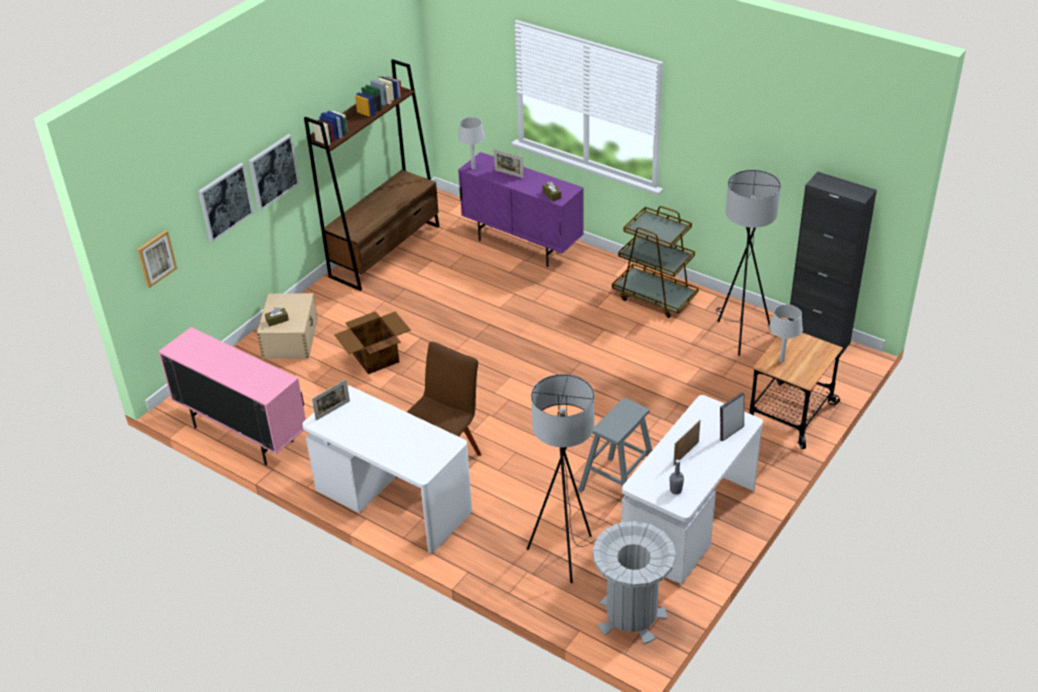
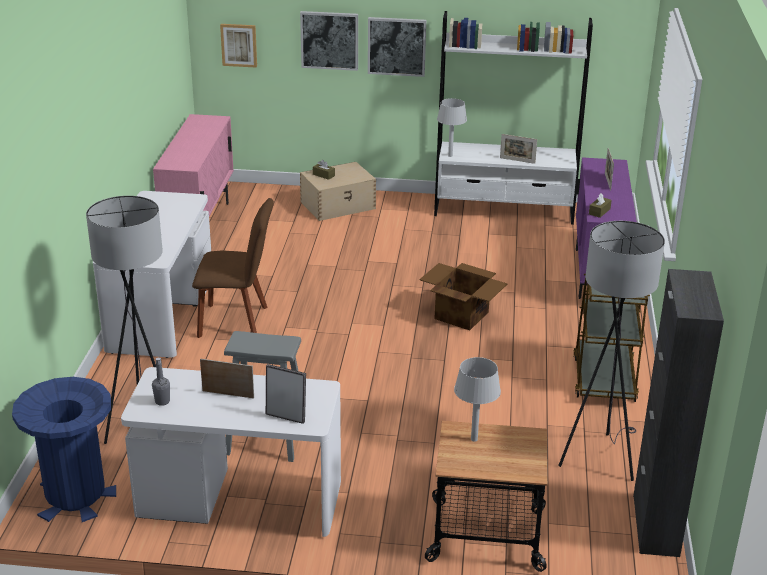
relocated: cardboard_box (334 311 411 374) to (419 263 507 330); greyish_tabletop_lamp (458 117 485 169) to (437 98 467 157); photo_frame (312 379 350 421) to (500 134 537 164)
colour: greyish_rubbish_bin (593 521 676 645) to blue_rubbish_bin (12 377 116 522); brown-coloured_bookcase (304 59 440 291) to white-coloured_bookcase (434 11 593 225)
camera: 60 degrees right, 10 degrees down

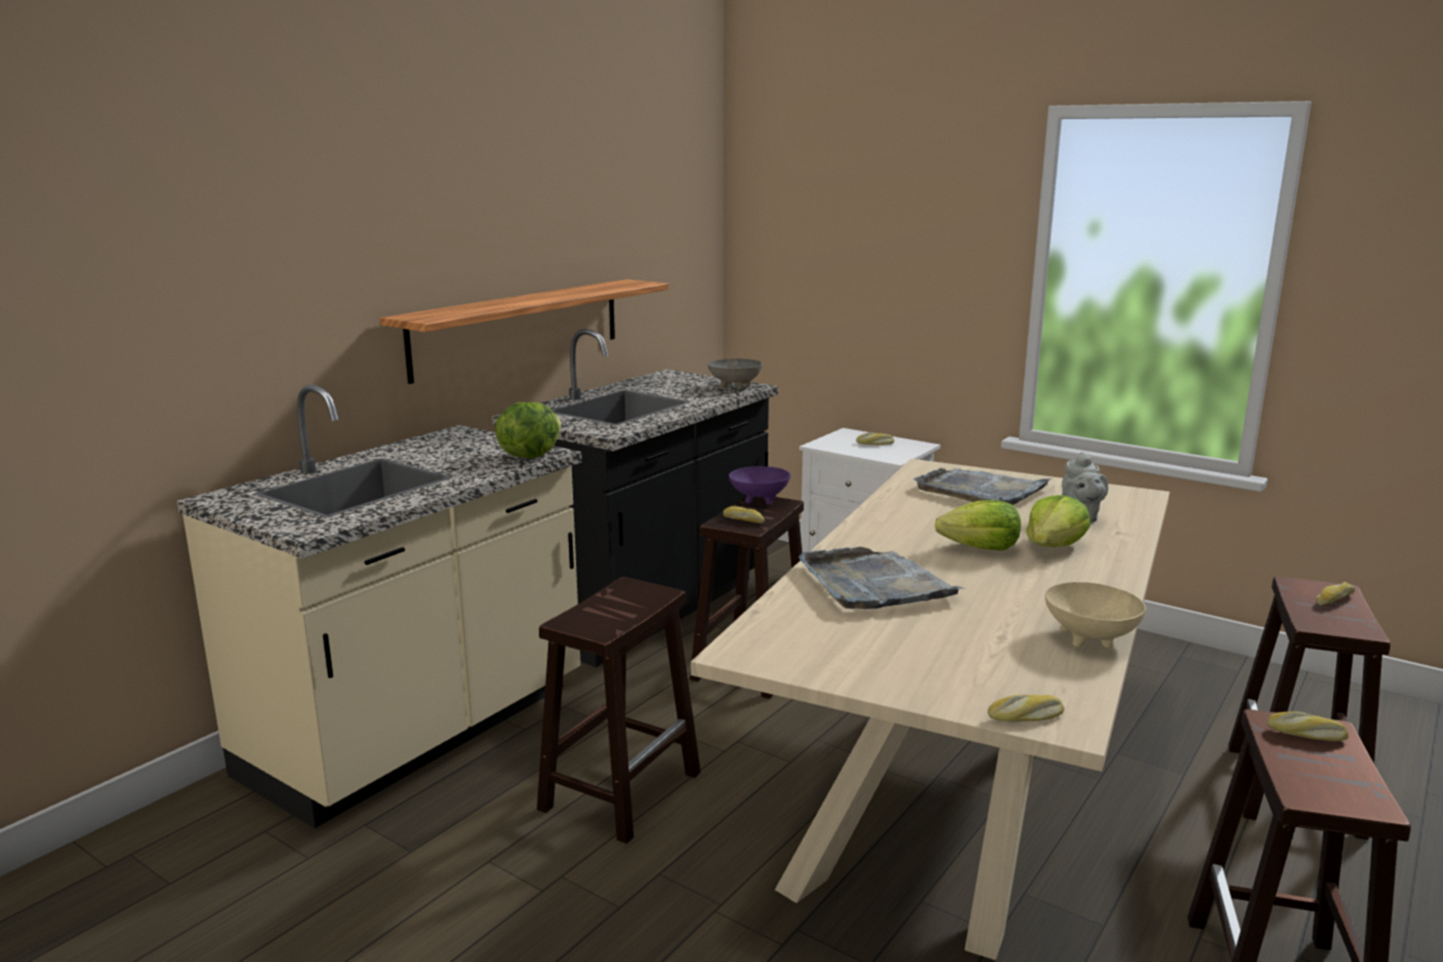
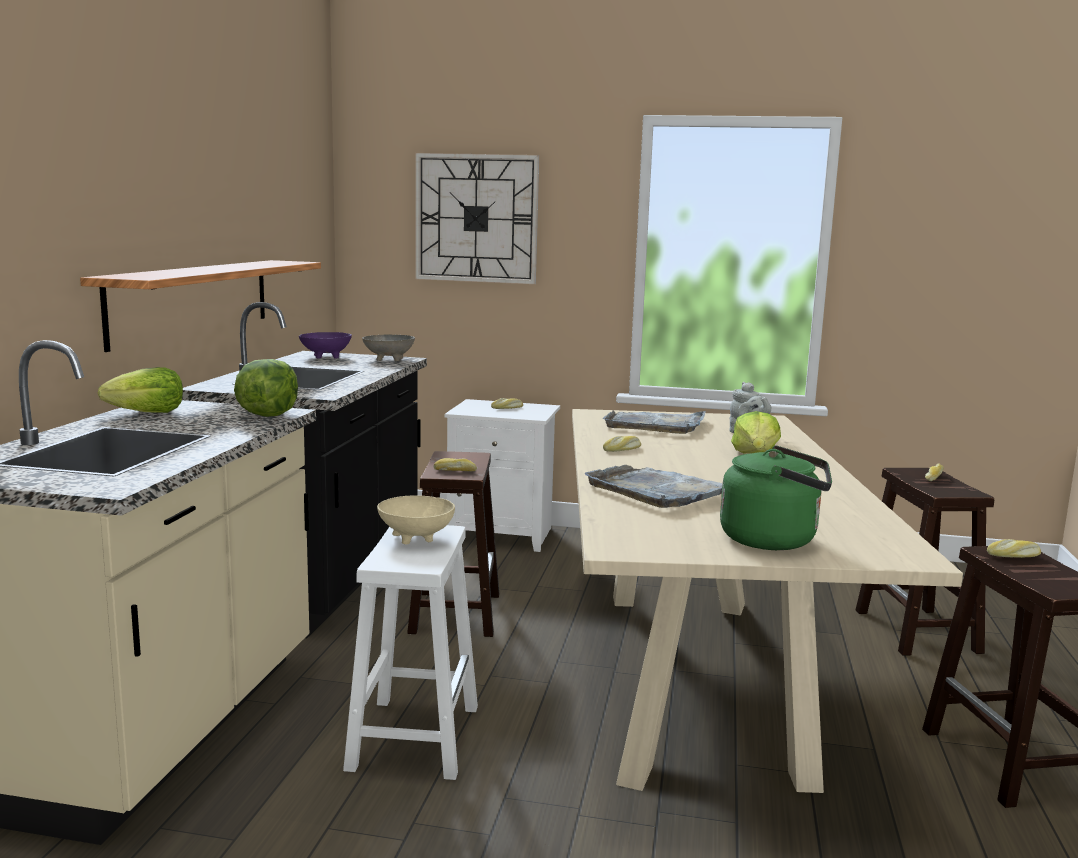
appeared: hanging_clock (416 153 539 284); green_water_kettle (720 445 832 550)
relocated: head_of_lettuce (935 500 1021 551) to (98 367 183 413); purple_deep_dish (729 466 791 505) to (299 332 352 359); beige-coloured_deep_dish (1045 582 1146 648) to (377 495 455 544); bread (988 694 1064 722) to (603 436 641 452)
colour: brown-coloured_stool (537 577 701 844) to white-coloured_stool (343 525 478 780)
camera: 25 degrees left, 5 degrees down

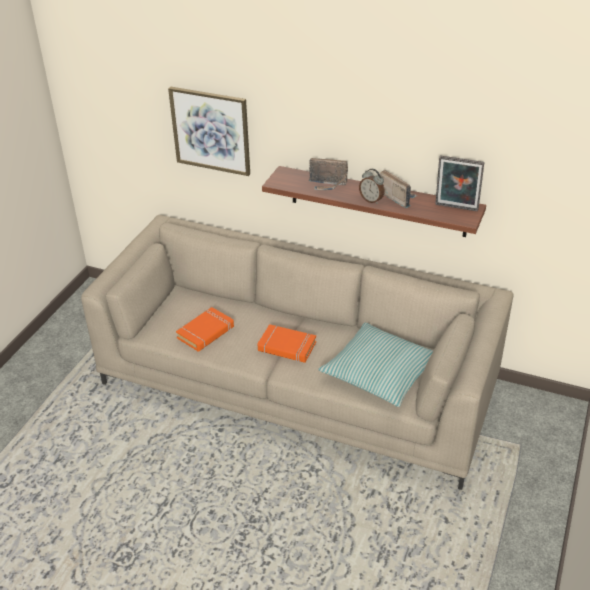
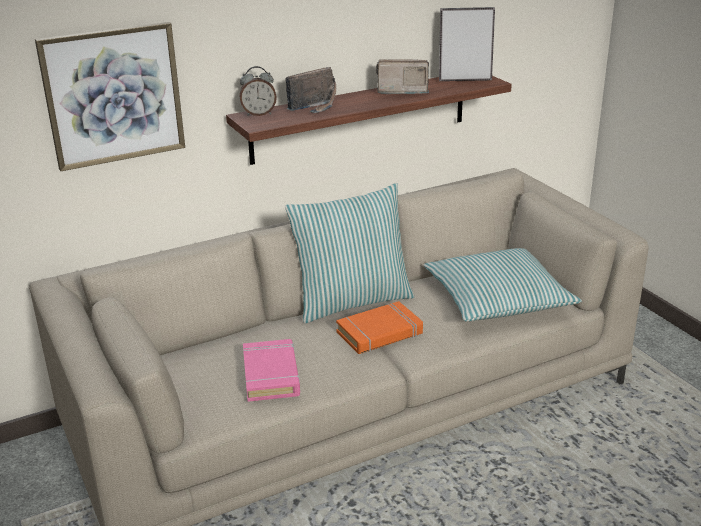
appeared: cushion (285 183 414 324)
relocated: bedside_clock (359 169 385 204) to (240 66 277 116)
colour: orangey_bound_book (176 307 234 352) to pinkish_bound_book (243 339 300 402)
spun: photo_frame (435 156 484 211) = (439 7 495 81) 150 degrees counterclockwise
camera: 50 degrees left, 10 degrees down

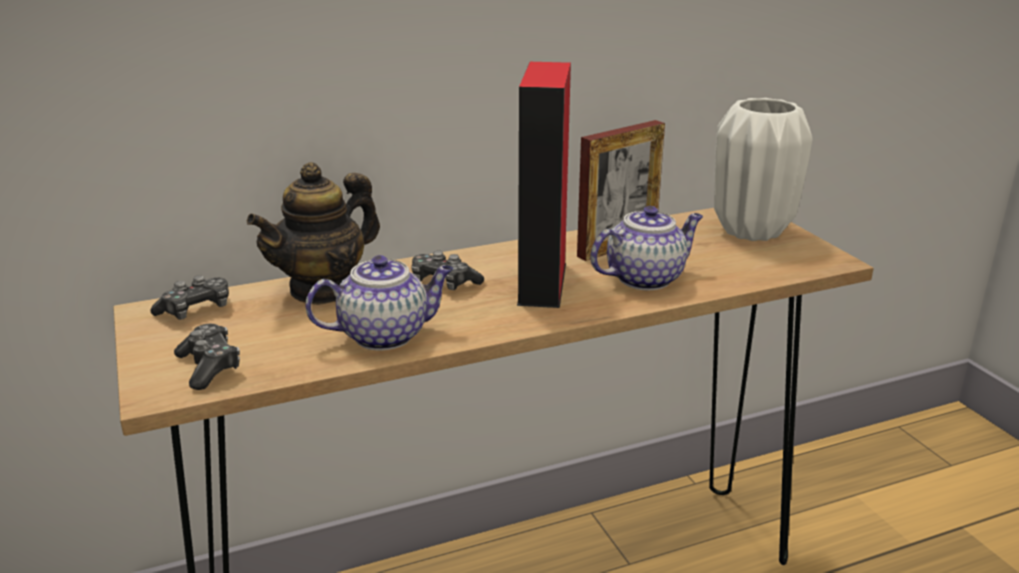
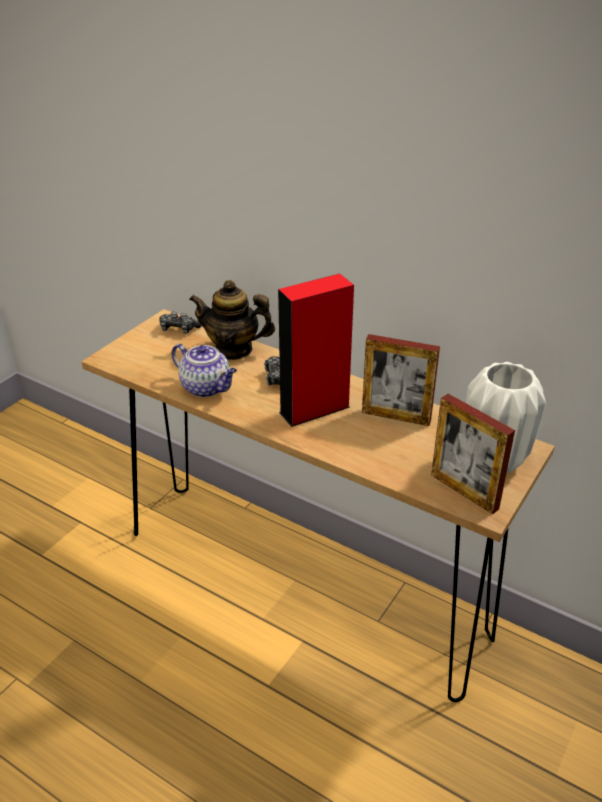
missing: game_controller (174 324 240 390); teapot (590 206 703 290)
appeared: photo_frame (431 394 515 514)
camera: 55 degrees right, 10 degrees up

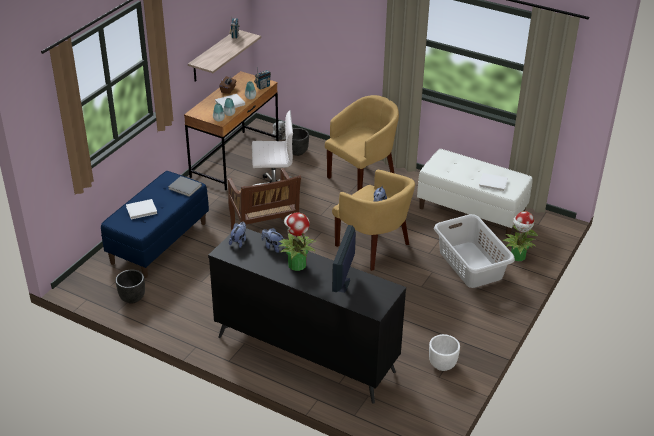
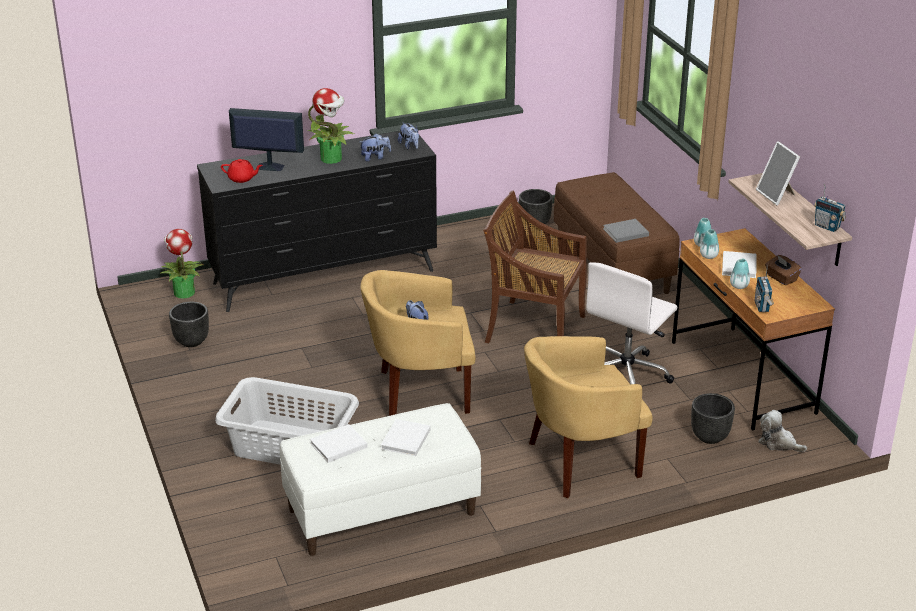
appeared: red-coloured_teapot (221 159 262 183); photo_frame (756 141 800 205)
relocated: potted_plant (503 211 539 261) to (160 229 204 299); white-coloured_bound_book (126 199 157 219) to (381 419 431 456)
colour: white-coloured_plant_pot (429 334 460 371) to black-coloured_plant_pot (169 302 209 347); blue_long_seat (101 171 209 278) to brown-coloured_long_seat (554 172 680 294)
spun: computer_display (332 225 356 293) = (229 108 304 171) 45 degrees counterclockwise; yellow-coloured_armchair (325 95 399 191) = (524 336 653 498) 75 degrees clockwise
camera: 130 degrees right, 5 degrees down

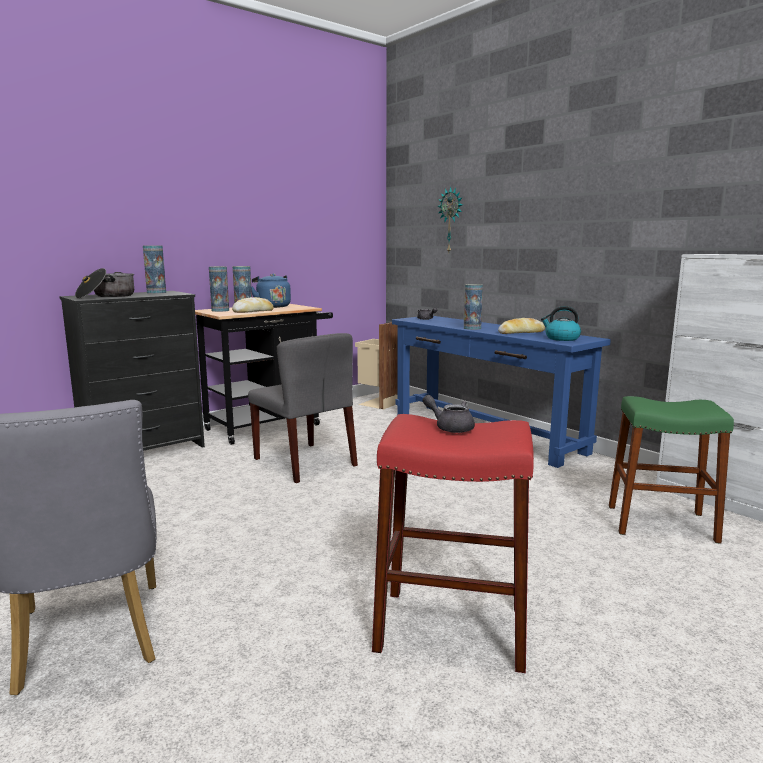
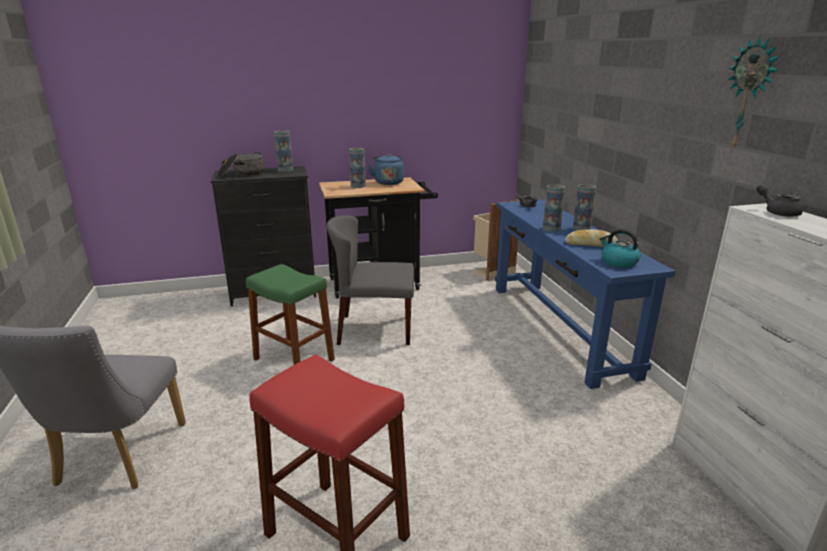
missing: bread (232 297 274 313)
relocated: green_stool (609 396 734 544) to (246 264 335 365); vase (209 266 229 312) to (573 184 597 231); hanging_clock (437 187 463 252) to (728 35 779 150); greyish_teapot (423 395 475 433) to (756 185 803 217)
spun: greyish_chair (248 333 358 483) = (327 215 414 345) 105 degrees clockwise
camera: 25 degrees right, 10 degrees up

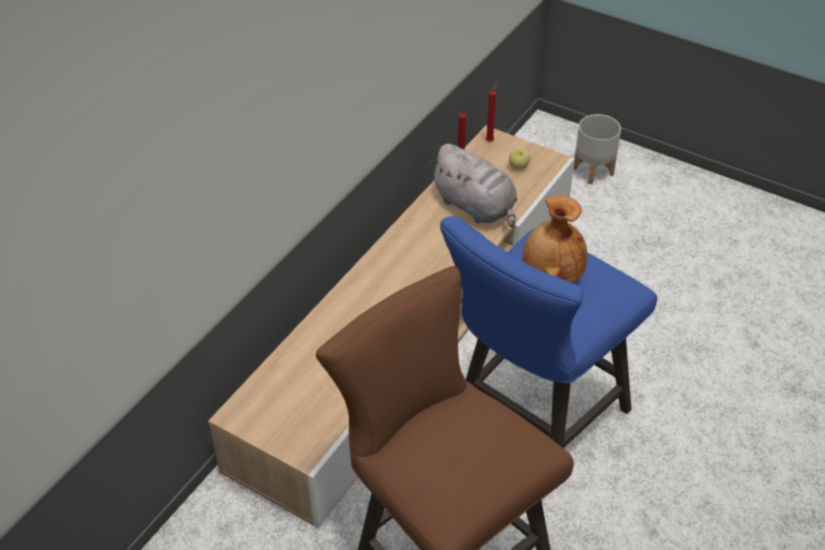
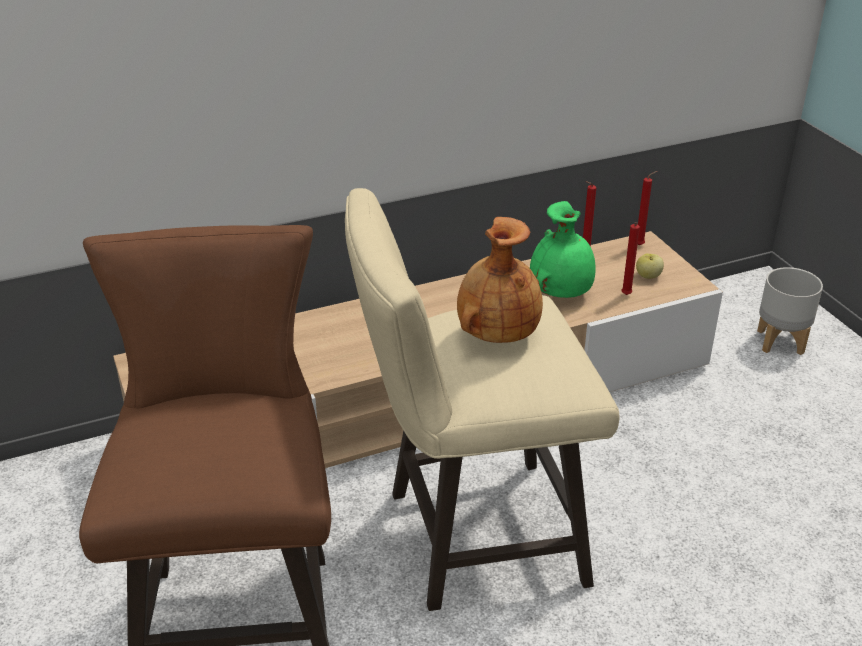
appeared: red-coloured_candle (621 222 640 295)
exchanged: greyish_soft_toy (429 144 517 228) to green_vase (530 201 596 298)
colour: blue_stool (440 216 657 448) to beige-coloured_stool (345 188 620 611)
camera: 35 degrees right, 10 degrees down

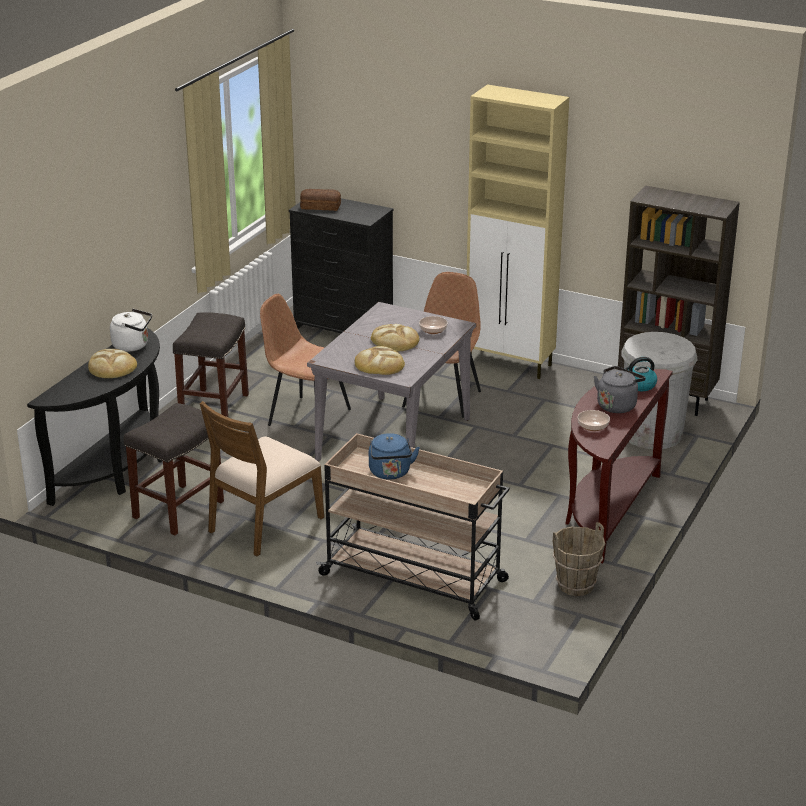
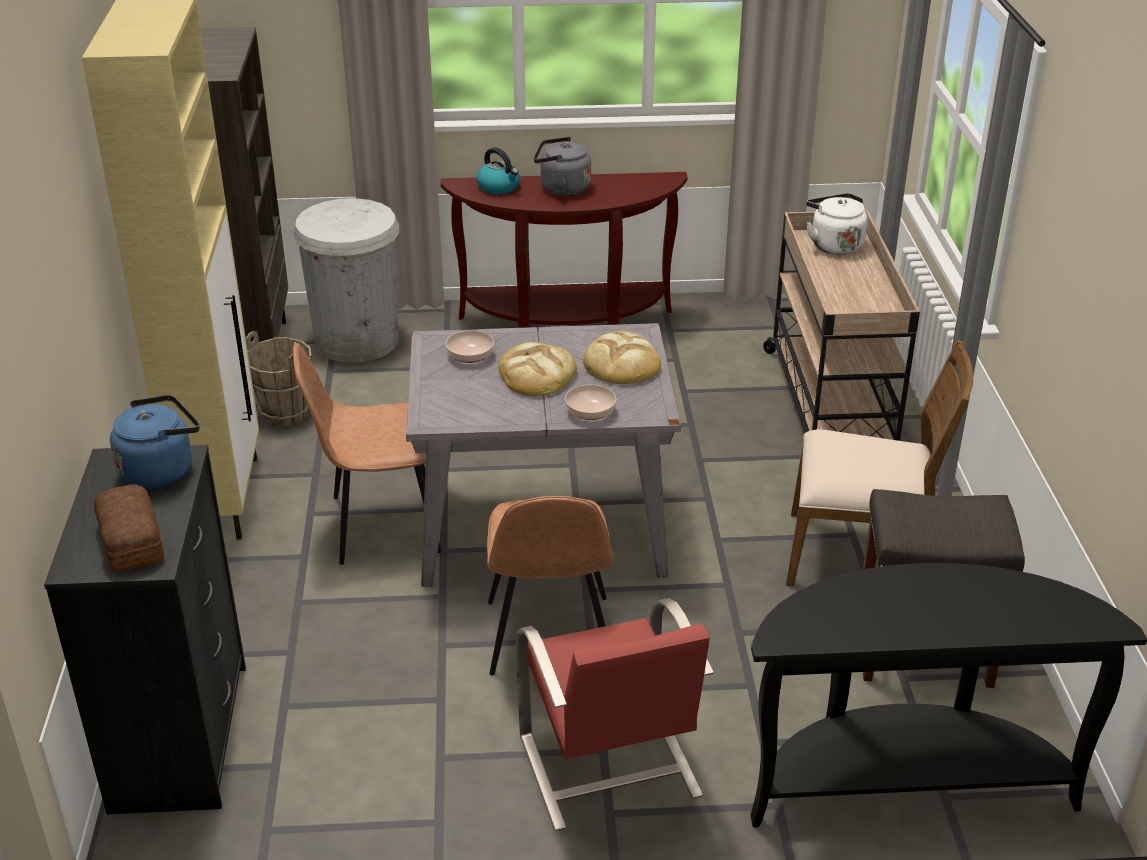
missing: bread (88 349 137 378)
relocated: blue_water_kettle (369 433 420 480) to (110 395 200 489); brown-coloured_water_bucket (553 522 605 596) to (246 331 311 426); deep_dish (578 410 610 431) to (565 385 616 420); white-coloured_water_kettle (110 309 152 352) to (806 193 868 255)
exchanged: greyish_stool (173 312 249 427) to red-coloured_chair (515 598 714 831)
camera: 120 degrees left, 5 degrees up

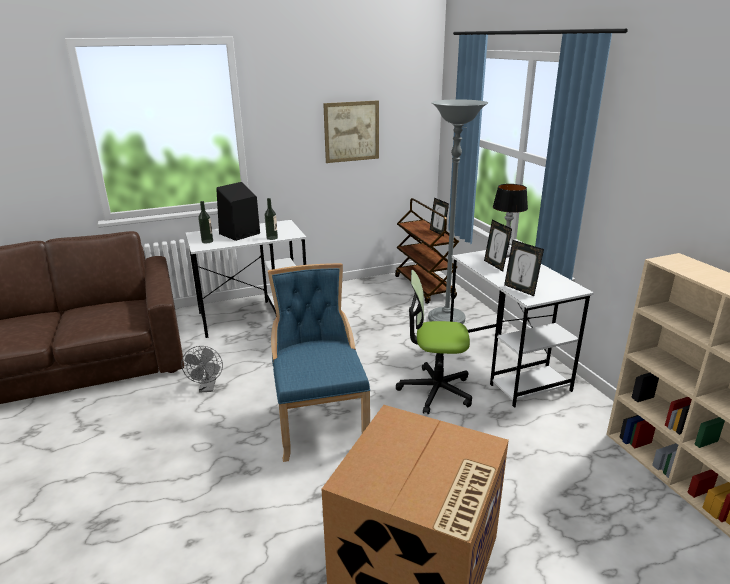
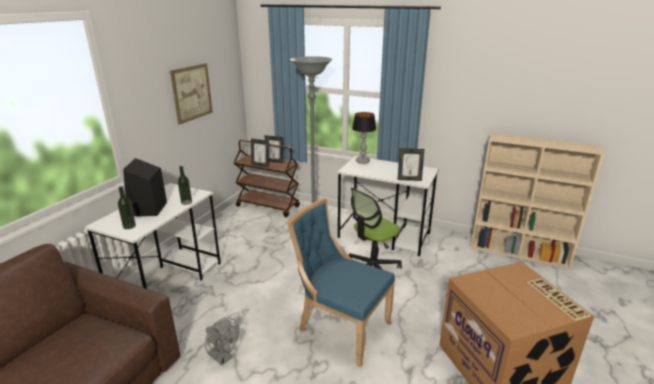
relocated: photo_frame (484 220 512 271) to (251 139 269 167)
camera: 45 degrees left, 0 degrees up

